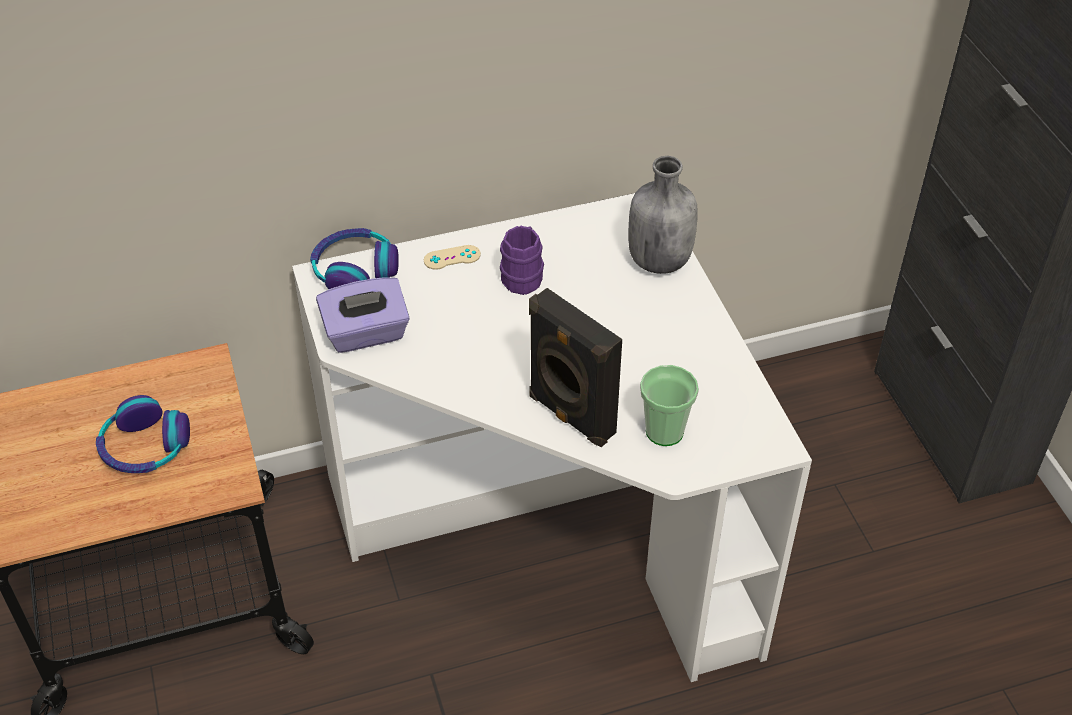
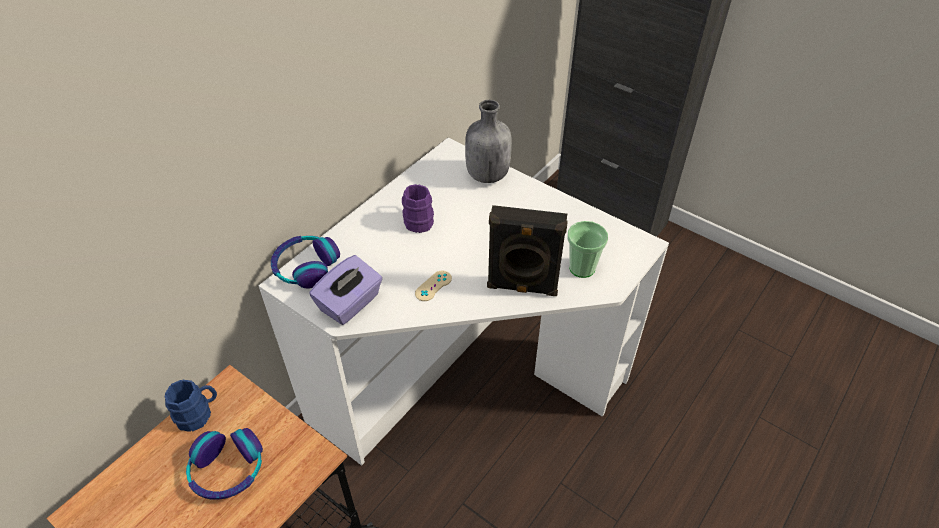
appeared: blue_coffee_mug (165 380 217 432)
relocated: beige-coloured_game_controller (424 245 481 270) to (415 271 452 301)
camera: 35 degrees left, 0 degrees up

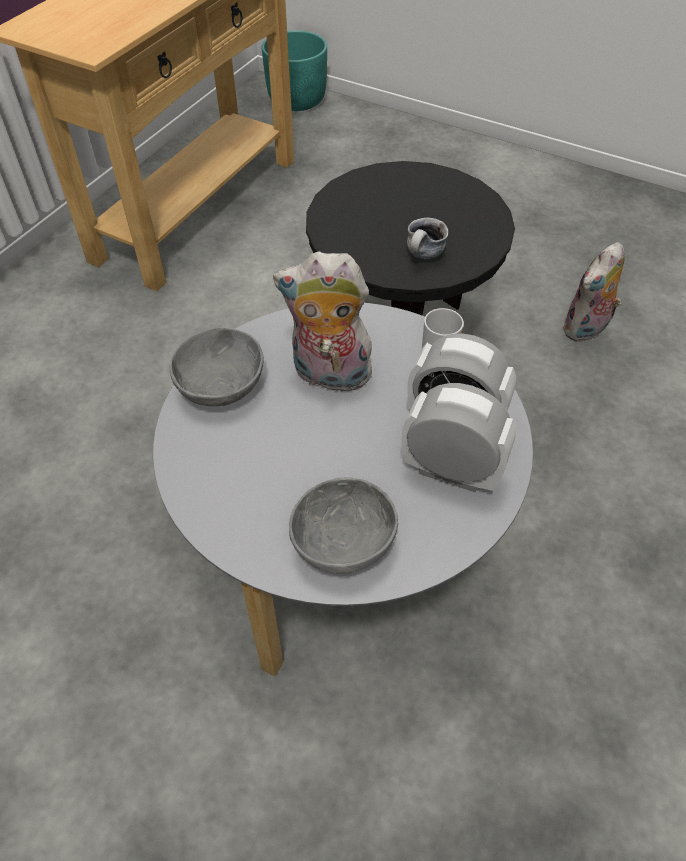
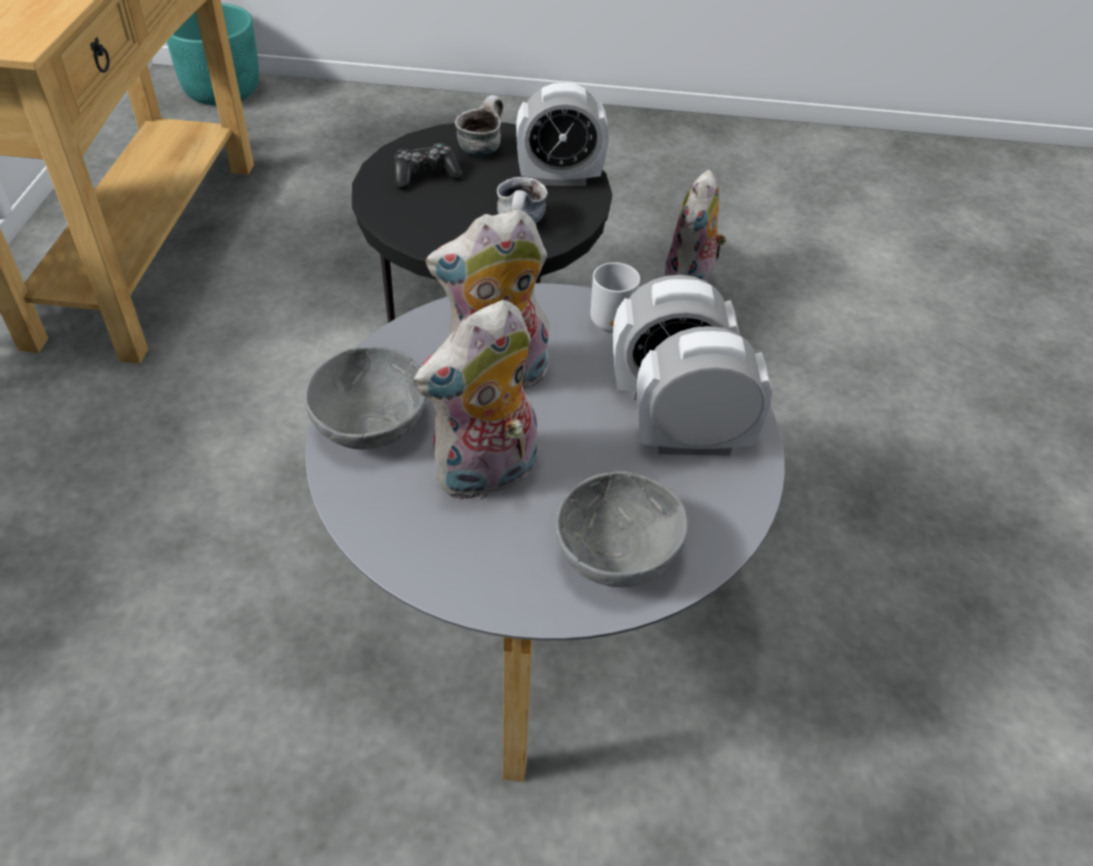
appeared: game_controller (394 144 463 189); soft_toy (413 300 537 503); coffee_mug (455 95 503 156); bedside_clock (516 82 609 186)
camera: 25 degrees left, 5 degrees down

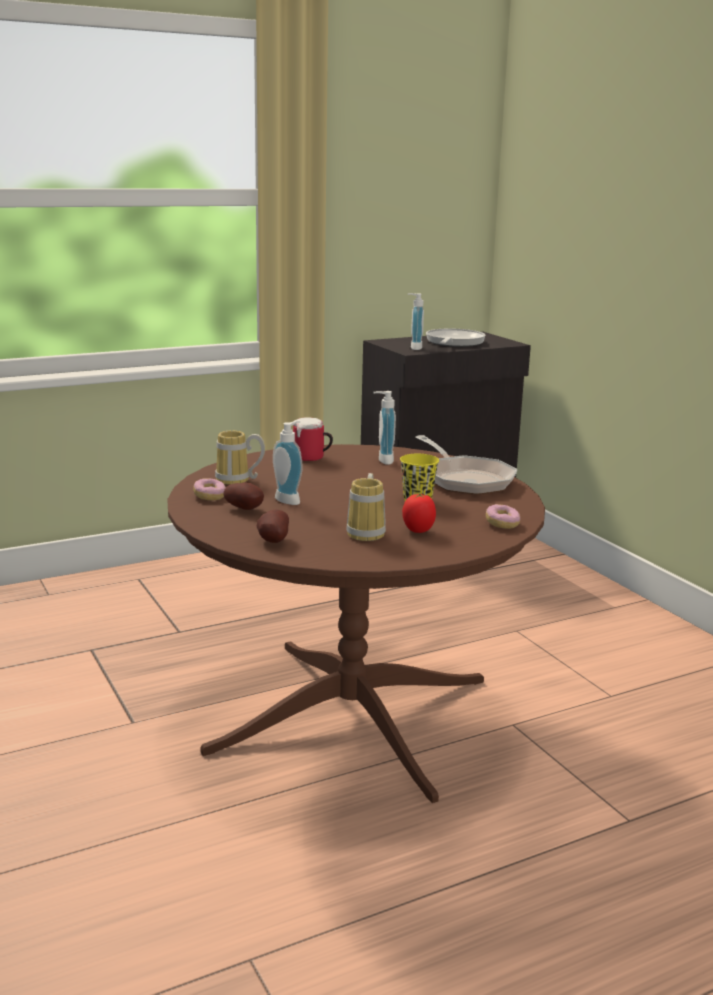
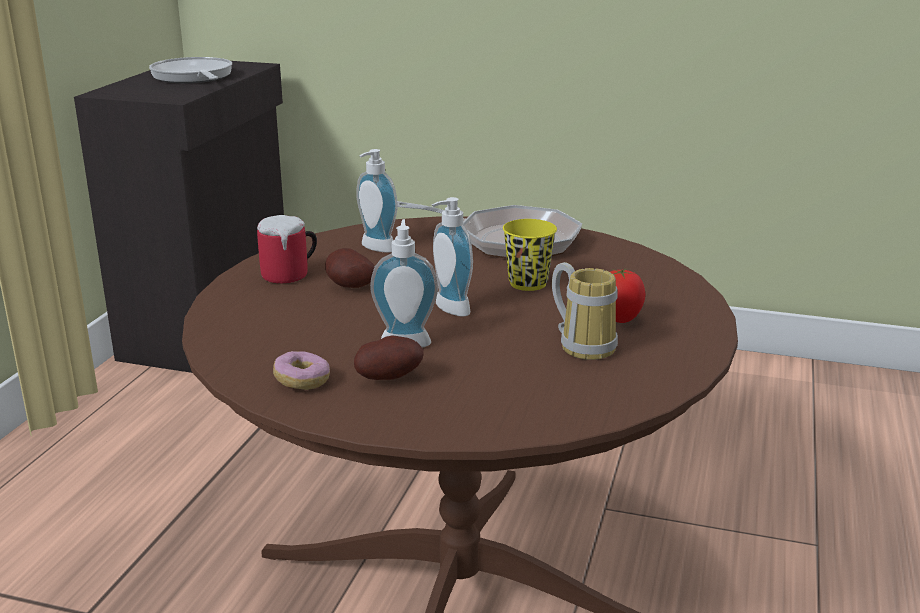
missing: coffee_mug (215 431 265 485); doughnut (486 504 520 529)
relocated: spud (257 510 289 543) to (325 248 375 288); soap_dispenser (407 293 424 350) to (432 197 473 317)
camera: 45 degrees left, 5 degrees up

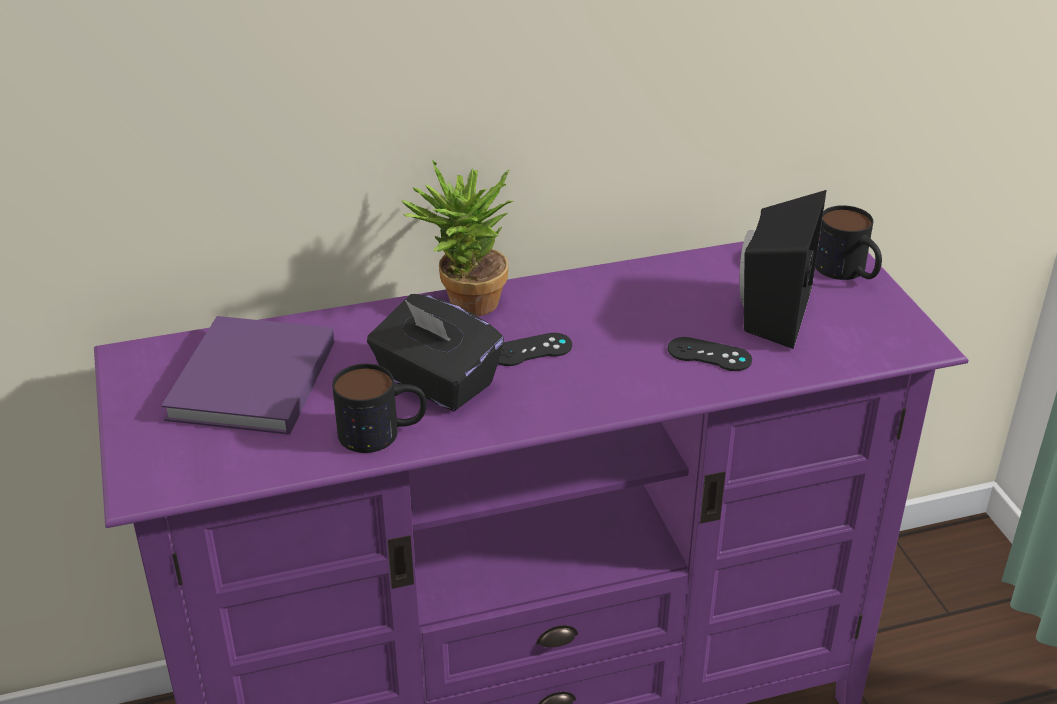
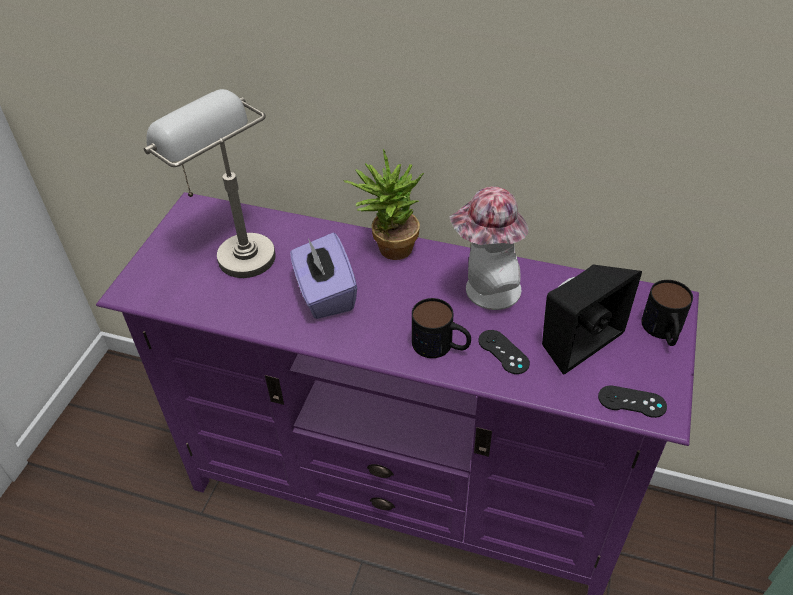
appeared: wearable_hat (450 187 528 310)
relocated: coffee_mug (332 364 427 453) to (412 298 471 358); black-coloured_game_controller (498 333 572 366) to (598 385 667 418)
exchanged: purple_bound_book (161 316 335 435) to greyish_tabletop_lamp (144 89 276 278)
colour: black-coloured_tissue_box (367 294 504 411) to purple_tissue_box (290 233 357 319)
camera: 35 degrees right, 10 degrees up

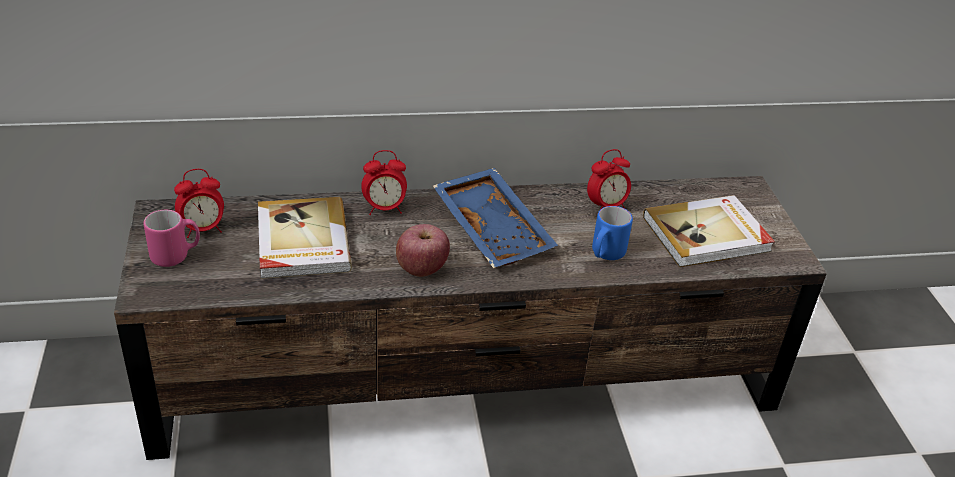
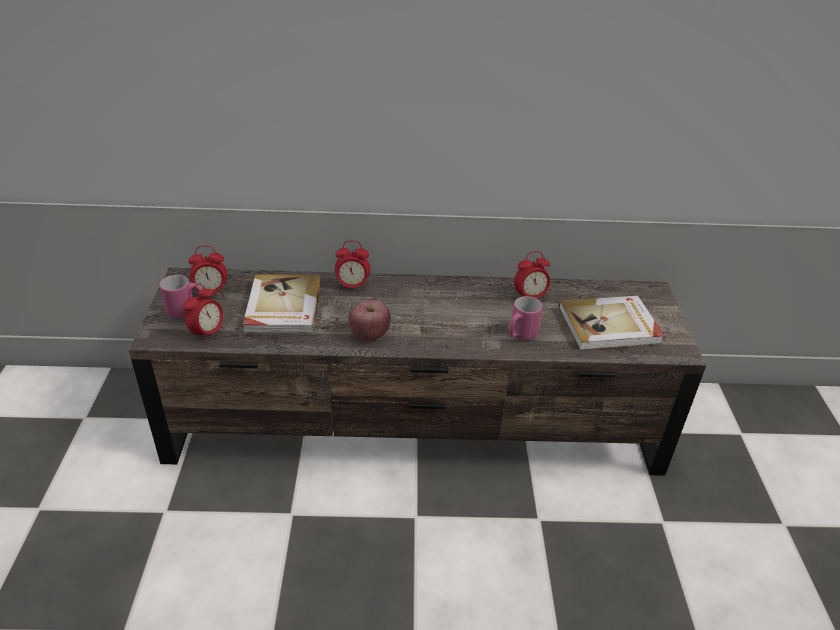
missing: blue_carrying_tray (433 168 558 268)
appeared: bedside_clock (183 284 224 343)
colour: blue_coffee_mug (592 206 633 260) to pinkish_coffee_mug (509 296 543 340)
camera: 10 degrees right, 0 degrees up

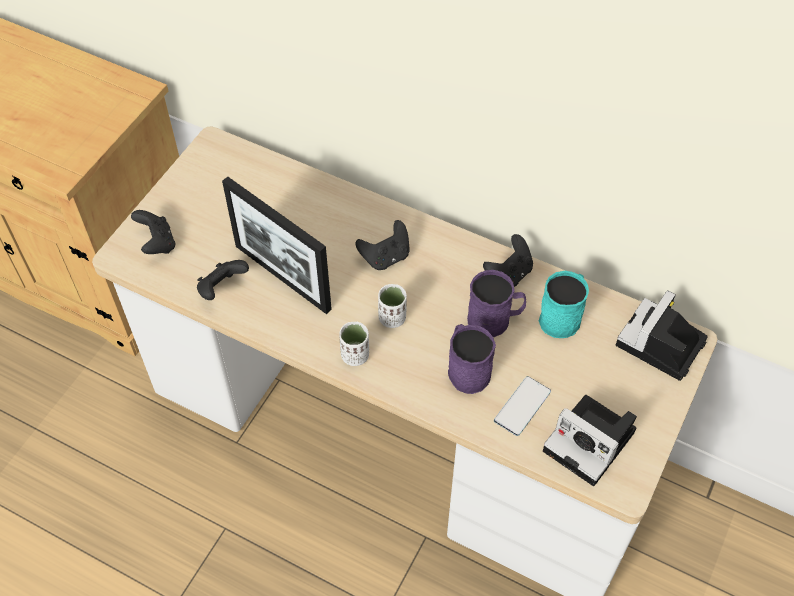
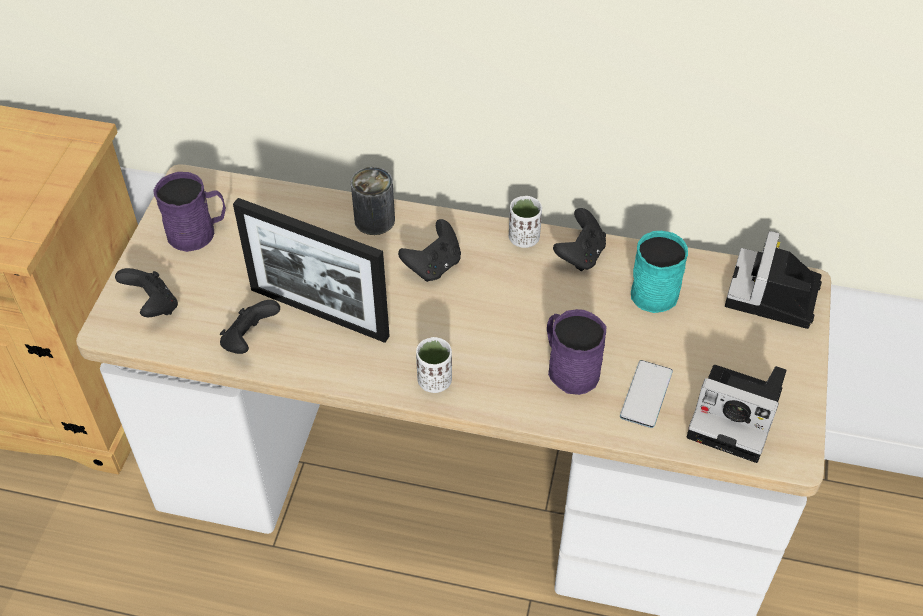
appeared: can (351 167 395 235)
relocated: purple_coffee_mug (467 270 526 337) to (153 172 226 252); white-coloured_cup (378 284 407 328) to (509 196 542 248)
camera: 15 degrees left, 5 degrees down

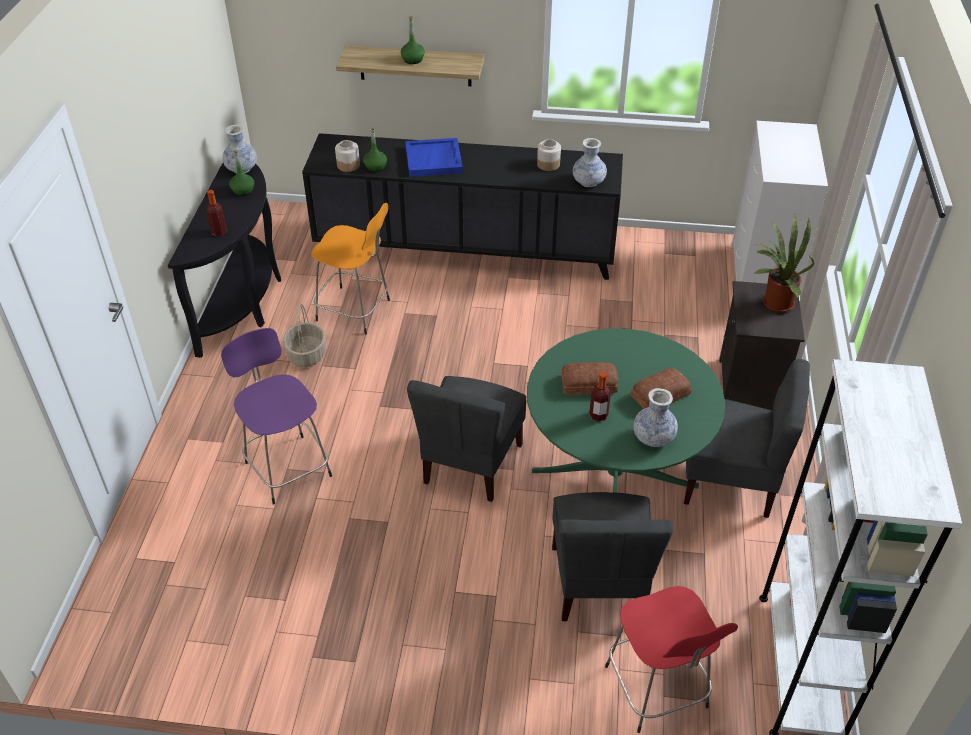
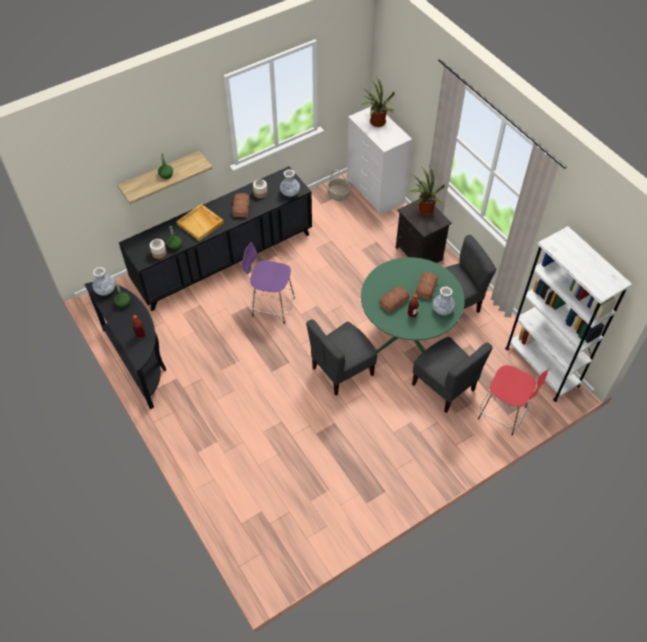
missing: orangey_stool (311 203 390 334)
appeared: bread (232 193 250 217); potted_plant (359 76 395 127)
relocated: purple_stool (221 328 332 505) to (242 242 295 324); storage_basket (283 304 325 367) to (327 169 351 201)
colour: blue_carrying_tray (405 138 463 177) to beige-coloured_carrying_tray (176 204 224 241)
spun: greyish_chair (407 376 526 502) = (306 319 377 395) 75 degrees clockwise
camera: 40 degrees left, 10 degrees up

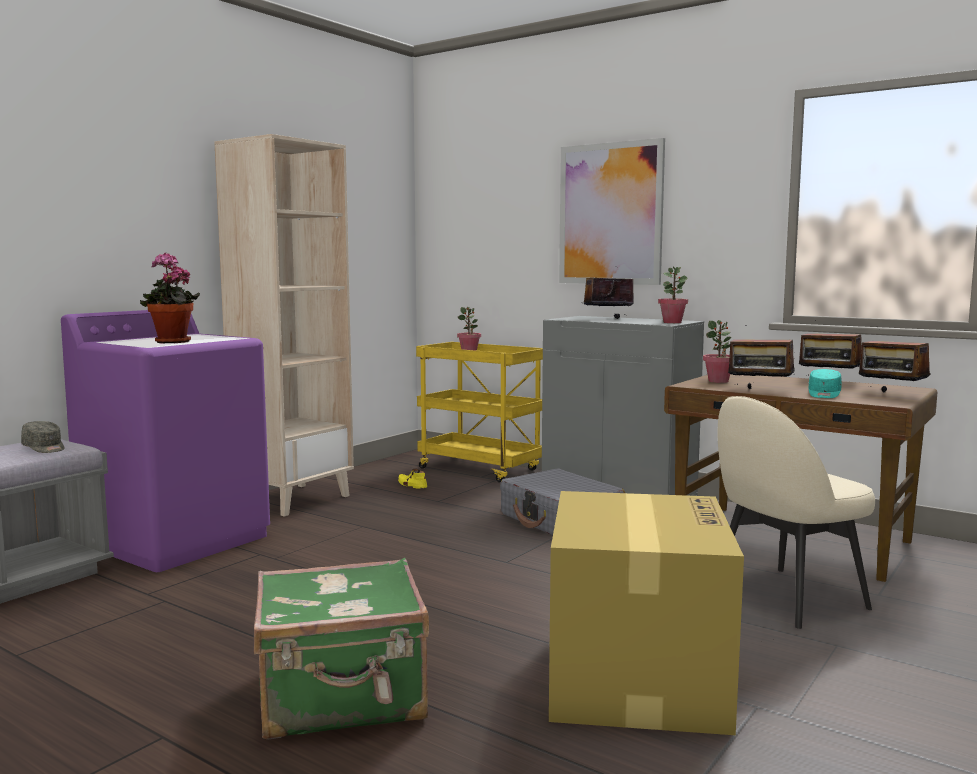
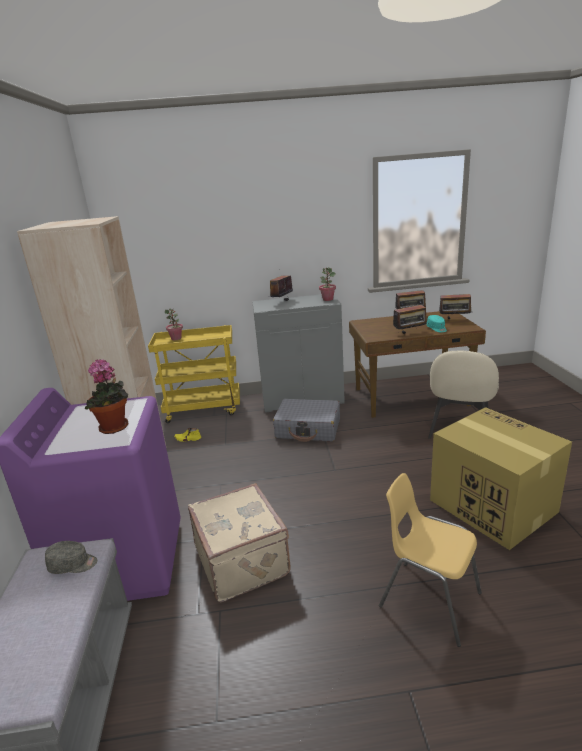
missing: wall_picture (559 138 665 285); potted_plant (703 320 732 383)
appeared: beige-coloured_travel_case (188 483 291 602)
exchanged: green_travel_case (254 558 429 740) to yellow-coloured_chair (379 473 482 647)
camera: 40 degrees left, 15 degrees up

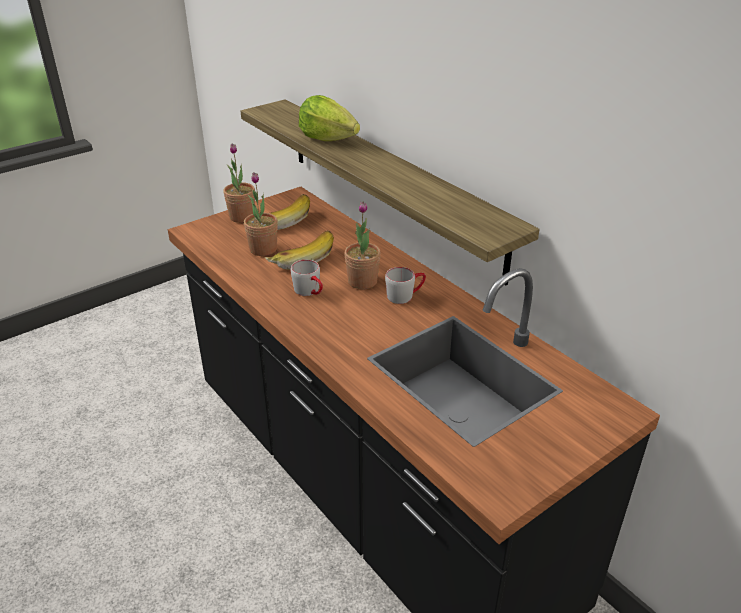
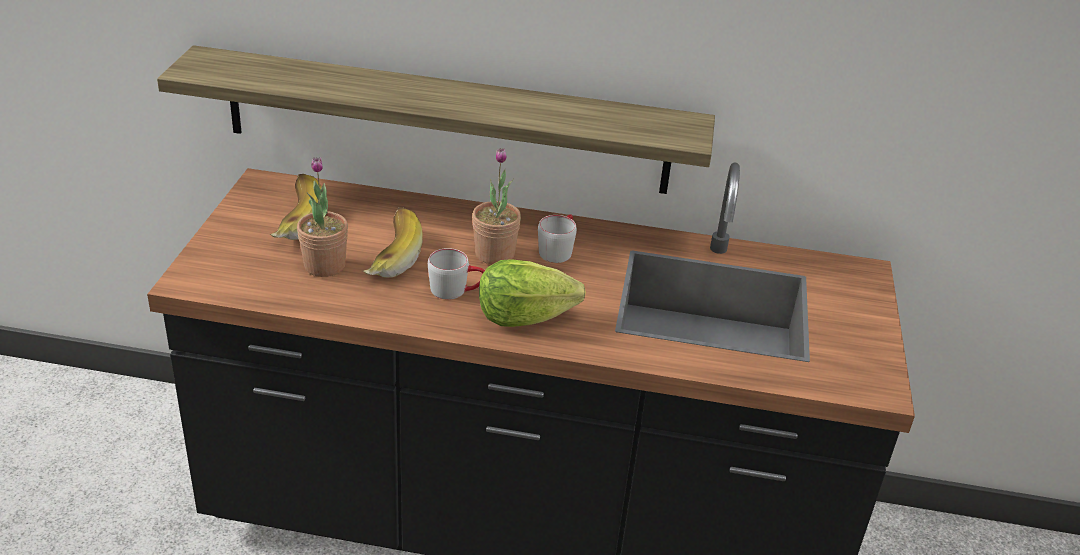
missing: potted_plant (223 144 255 223)
relocated: head_of_lettuce (299 95 360 141) to (479 259 586 327)
camera: 45 degrees left, 0 degrees up

